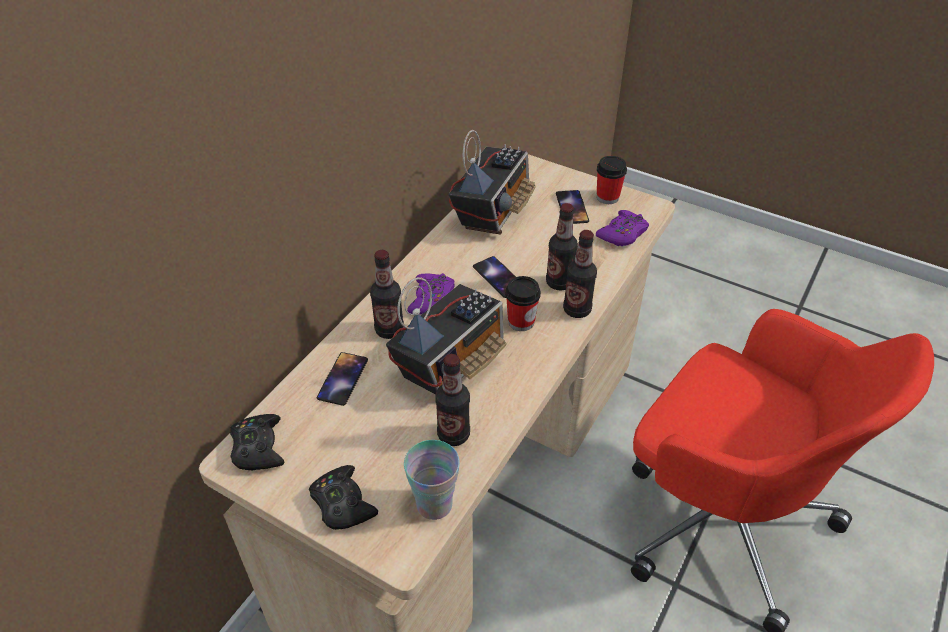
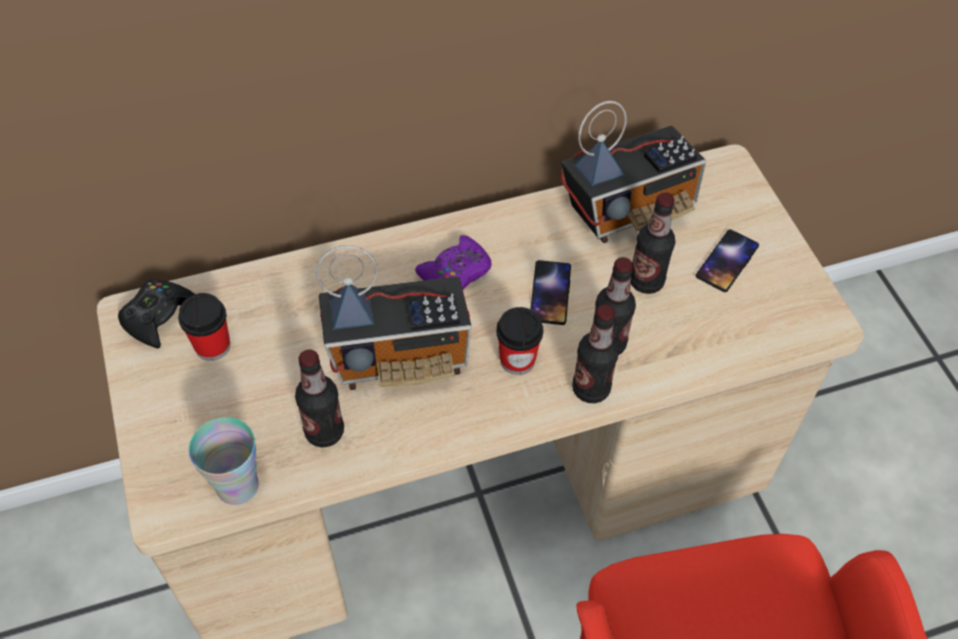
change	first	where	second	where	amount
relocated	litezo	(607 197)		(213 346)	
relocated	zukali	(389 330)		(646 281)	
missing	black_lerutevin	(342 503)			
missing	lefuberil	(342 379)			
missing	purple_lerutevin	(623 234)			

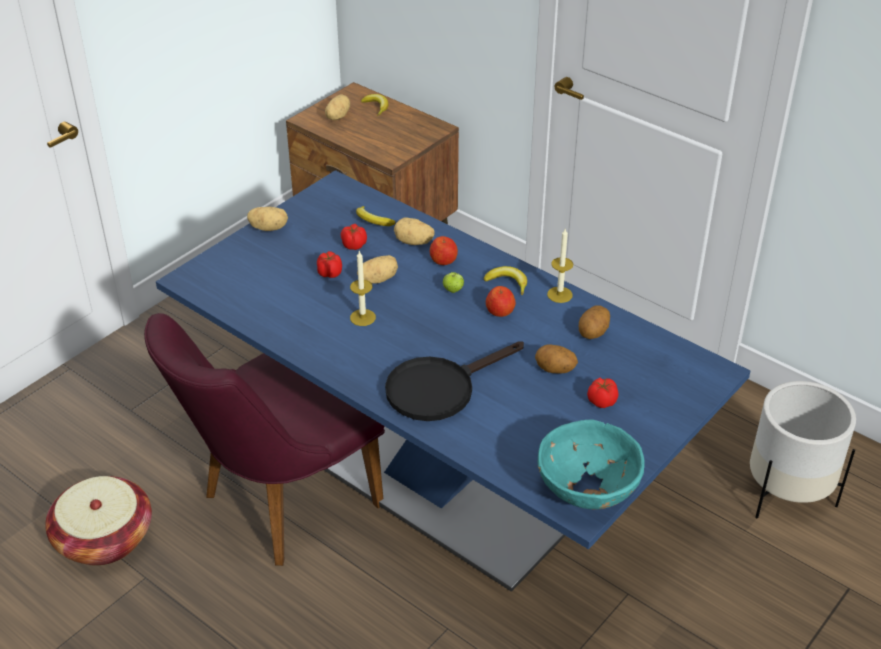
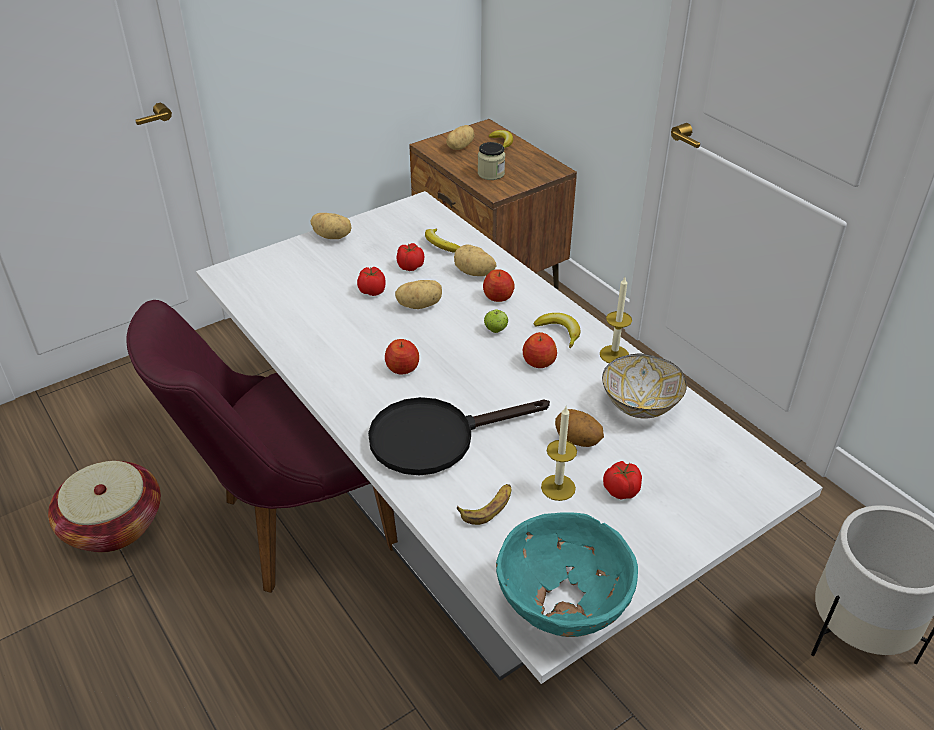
change	first	where	second	where	amount
colour	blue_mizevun	(440 478)	white_mizevun	(466 532)	
appeared			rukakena	(403 368)	
appeared			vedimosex	(487 507)	
appeared			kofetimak	(491 174)	
relocated	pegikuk	(362 317)		(558 487)	
exchanged	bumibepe	(593 333)	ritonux	(639 405)	

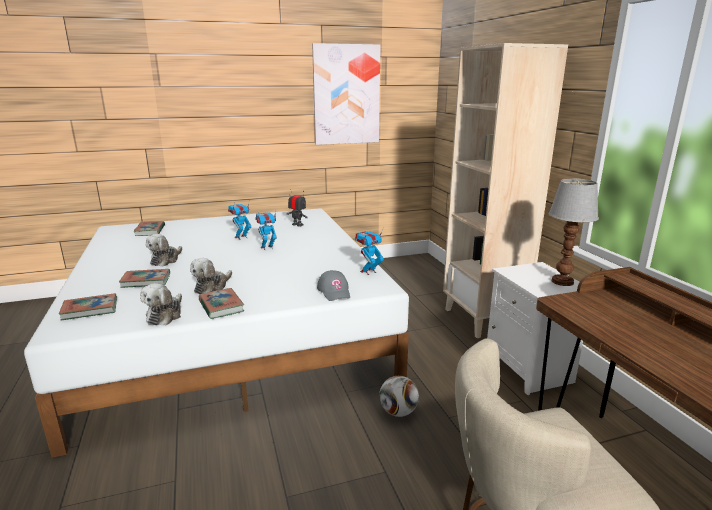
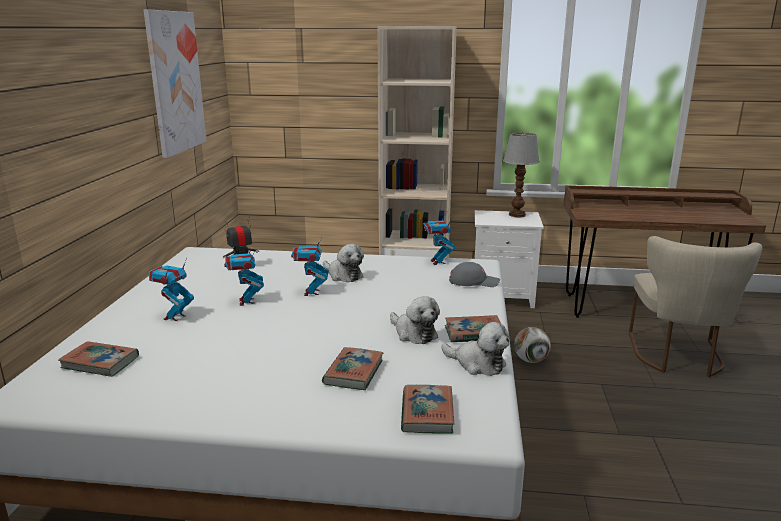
change	first	where	second	where	amount
appeared			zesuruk	(175 317)	
relocated	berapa	(166 260)		(343 275)	

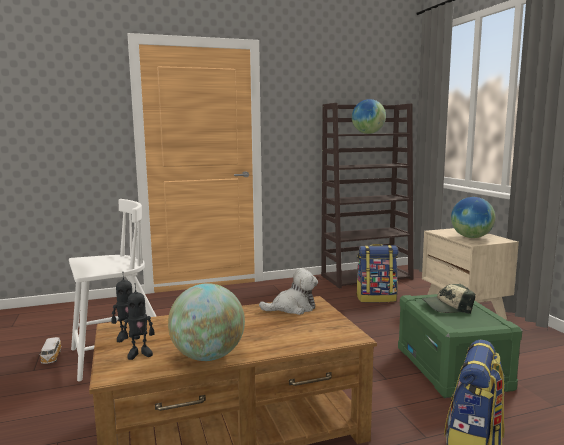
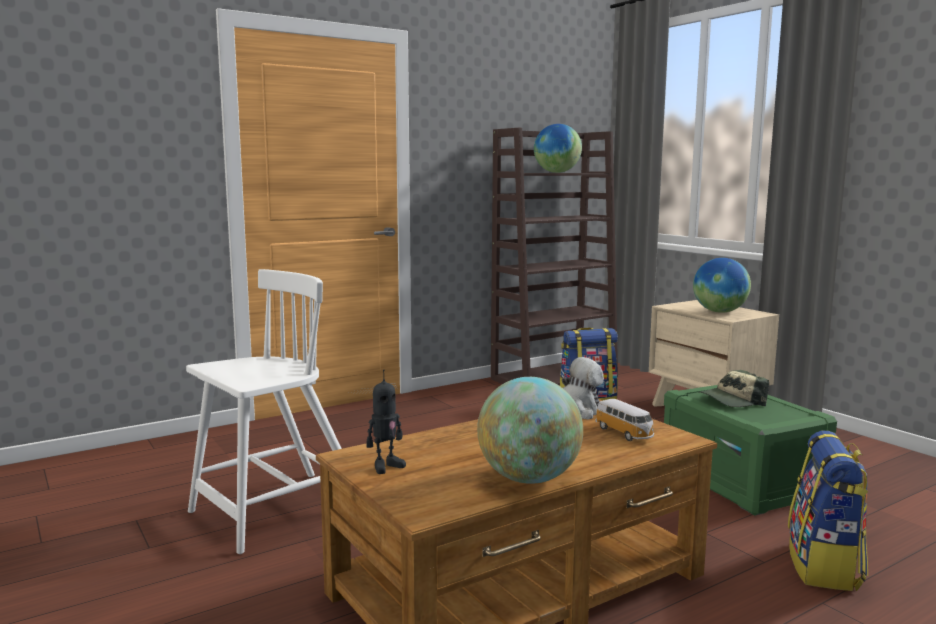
change	first	where	second	where	amount
relocated	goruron	(51 358)		(625 433)	
missing	zesuruk	(140 353)			

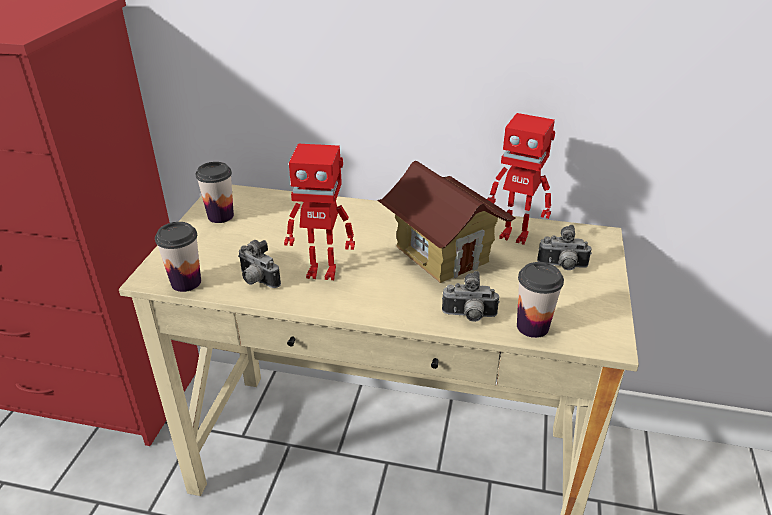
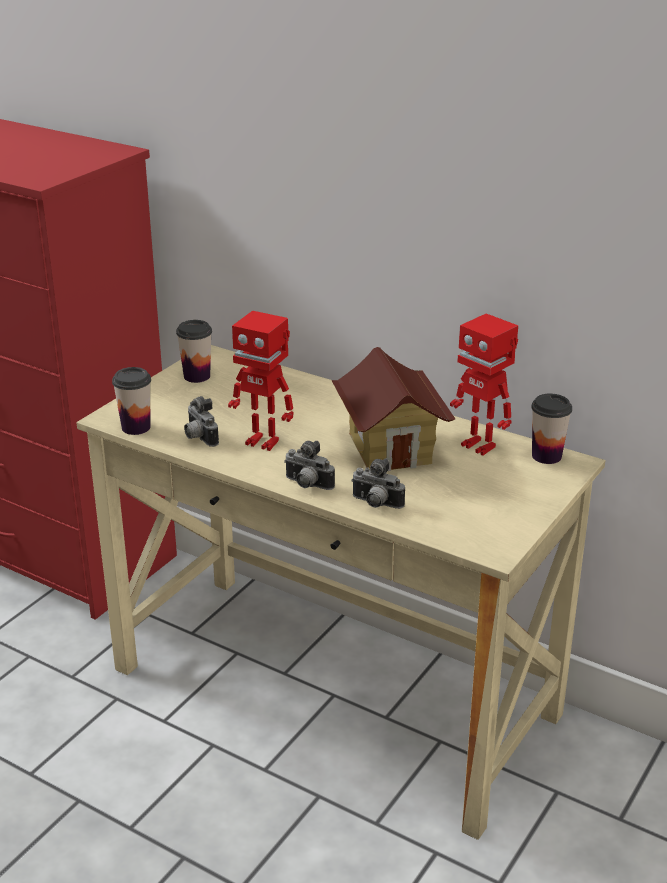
change	first	where	second	where	amount
relocated	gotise	(562 267)		(307 485)	
relocated	litezo	(532 326)		(546 456)	

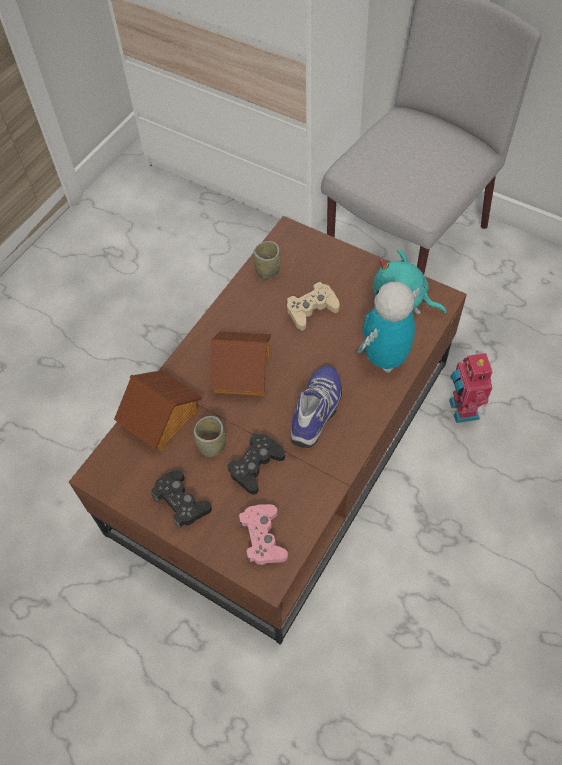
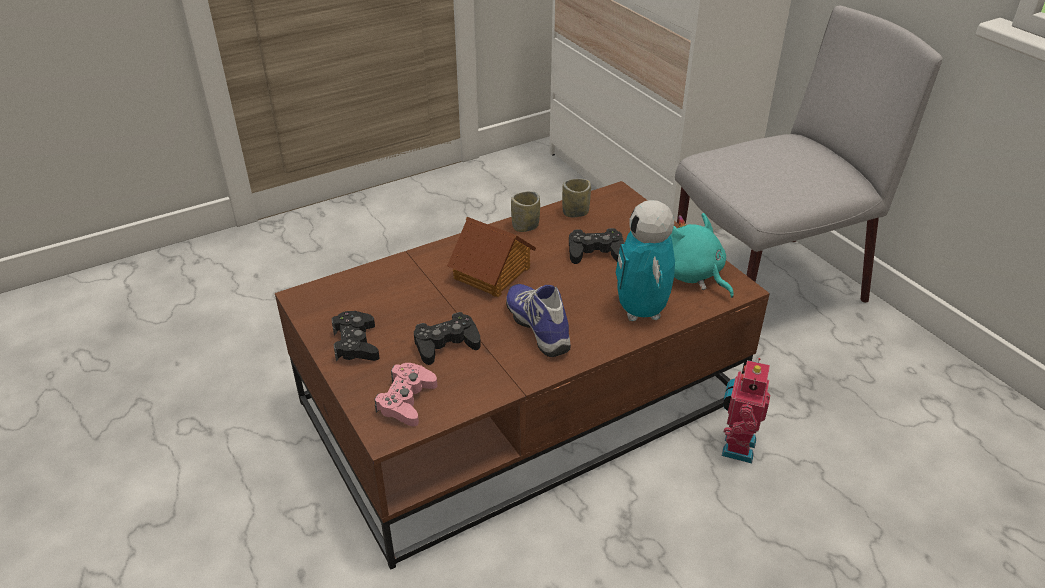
change	first	where	second	where	amount
spun	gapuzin	(318 411)		(540 327)	75 degrees counterclockwise
relocated	litezo	(212 445)		(525 226)	
colour	beige_lerutevin	(311 310)	black_lerutevin	(595 252)	
spun	zesuruk	(385 358)		(641 312)	75 degrees counterclockwise
missing	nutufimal	(162 418)			

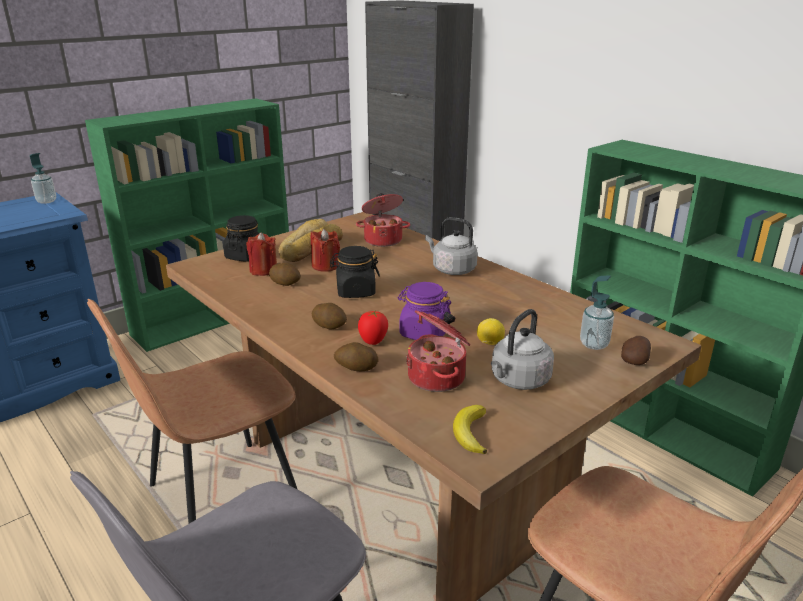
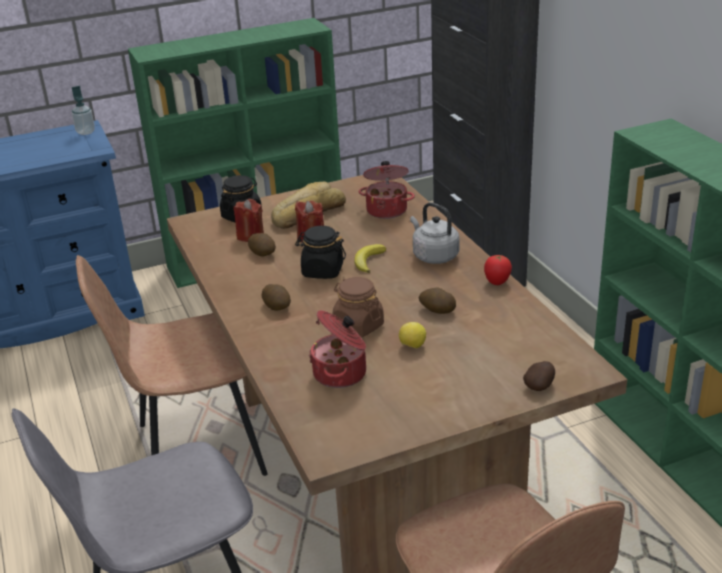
change	first	where	second	where	amount
colour	purple_kofetimak	(424 333)	brown_kofetimak	(358 326)	
relocated	vedimosex	(470 432)		(368 261)	
relocated	bumibepe	(356 368)		(437 310)	
relocated	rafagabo	(373 342)		(497 283)	
missing	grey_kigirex	(518 381)			
missing	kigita	(594 344)			

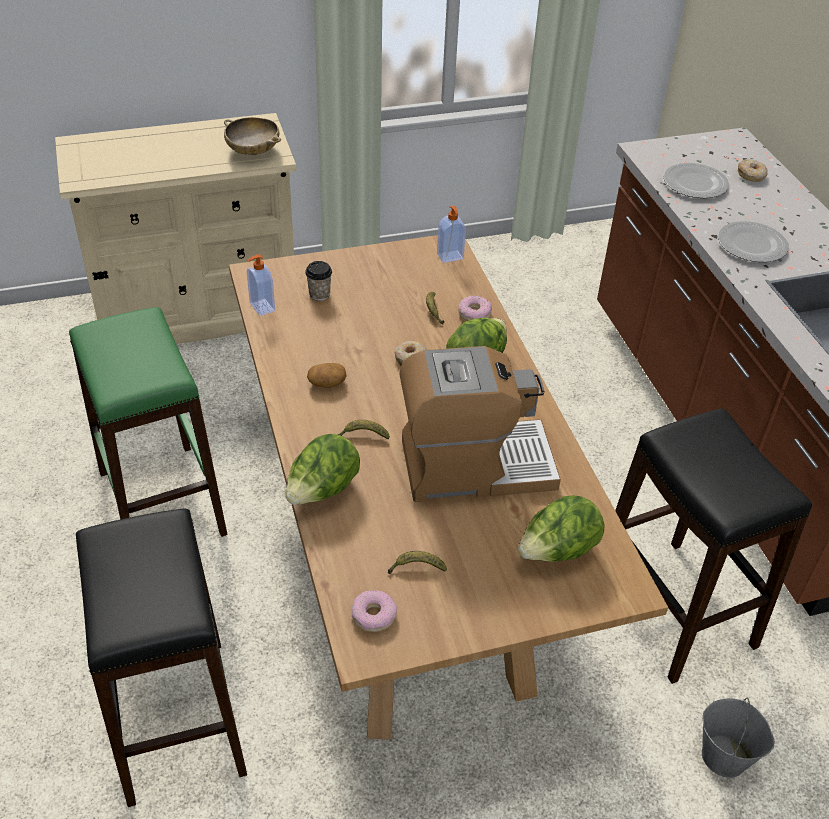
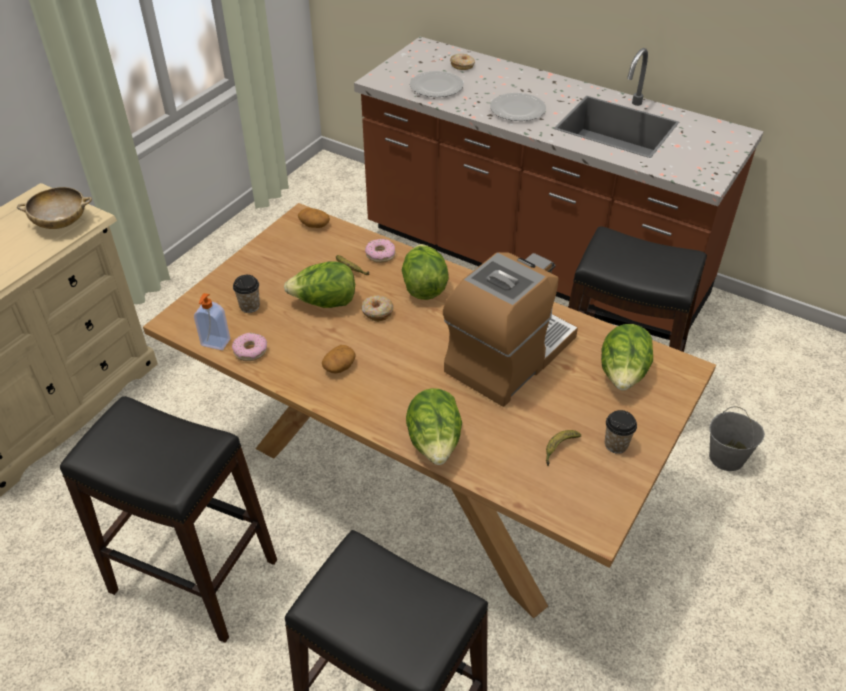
change	first	where	second	where	amount
colour	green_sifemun	(161 502)	black_sifemun	(193 576)	
relocated	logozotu	(374 615)		(250 351)	
appeared			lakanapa	(324 303)	
exchanged	kigita	(450 257)	bumibepe	(314 225)	
appeared			litezo	(616 444)	
missing	vedimosex	(363 435)			

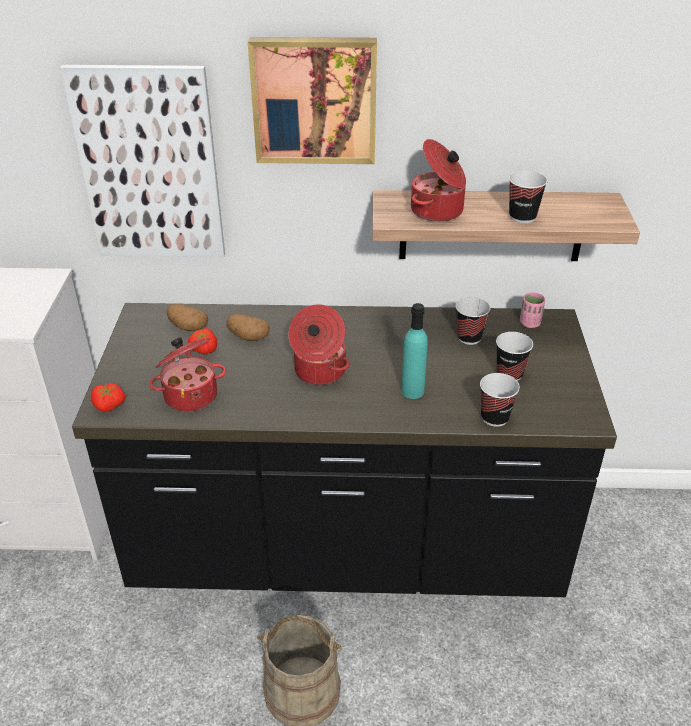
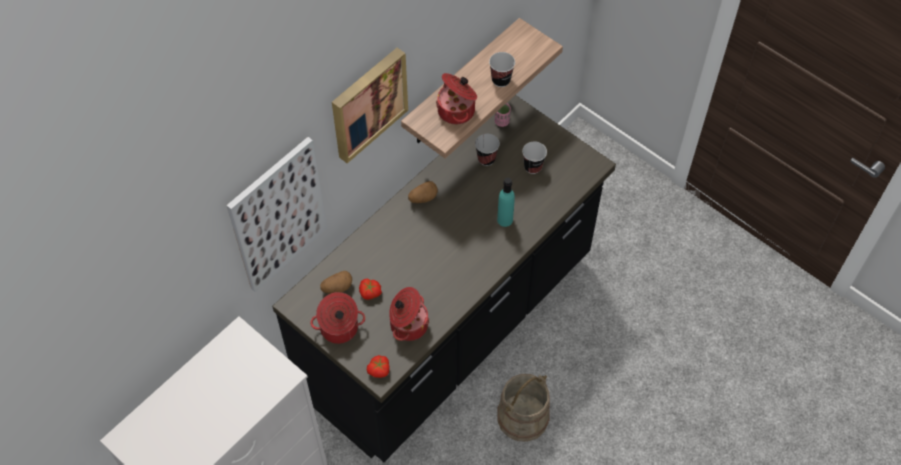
change	first	where	second	where	amount
relocated	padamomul	(319 371)		(339 329)	
relocated	bumibepe	(248 337)		(423 198)	
missing	litezo	(494 417)			

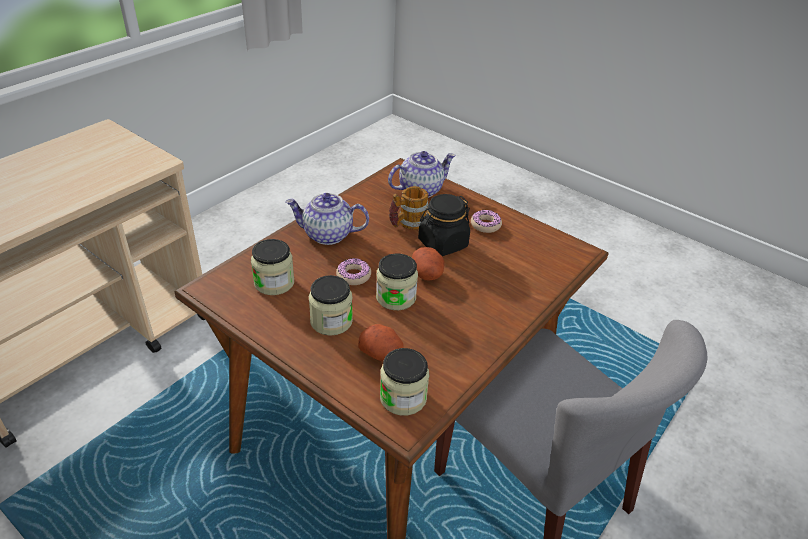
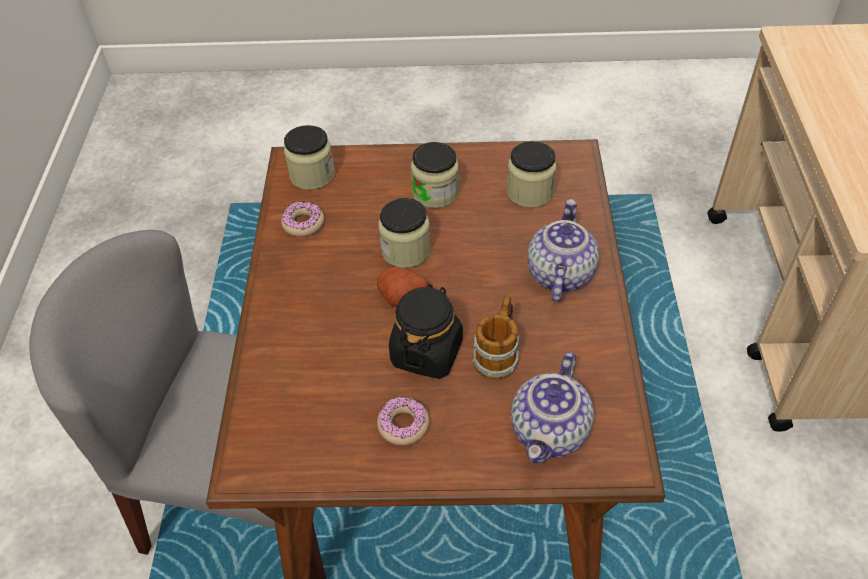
change	first	where	second	where	amount
relocated	logozotu	(353 275)		(303 224)	
spun	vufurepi	(327 235)		(559 273)	45 degrees counterclockwise
missing	bumibepe	(381 353)			

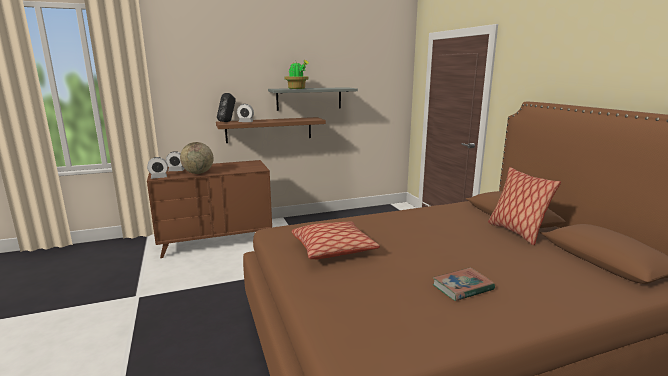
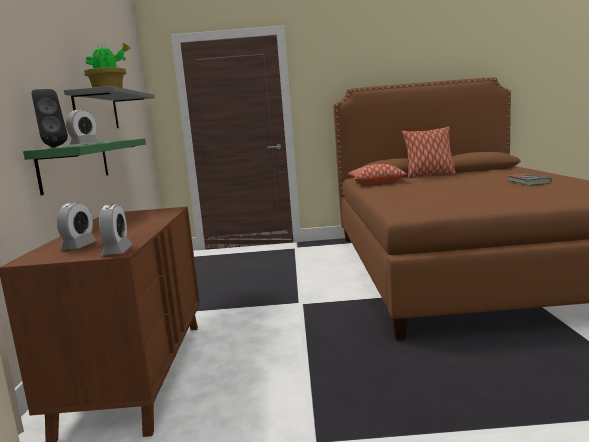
change	first	where	second	where	amount
colour	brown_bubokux	(269 129)	green_bubokux	(75 164)	
relocated	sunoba	(333 249)		(376 182)	
missing	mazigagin	(198 173)			

